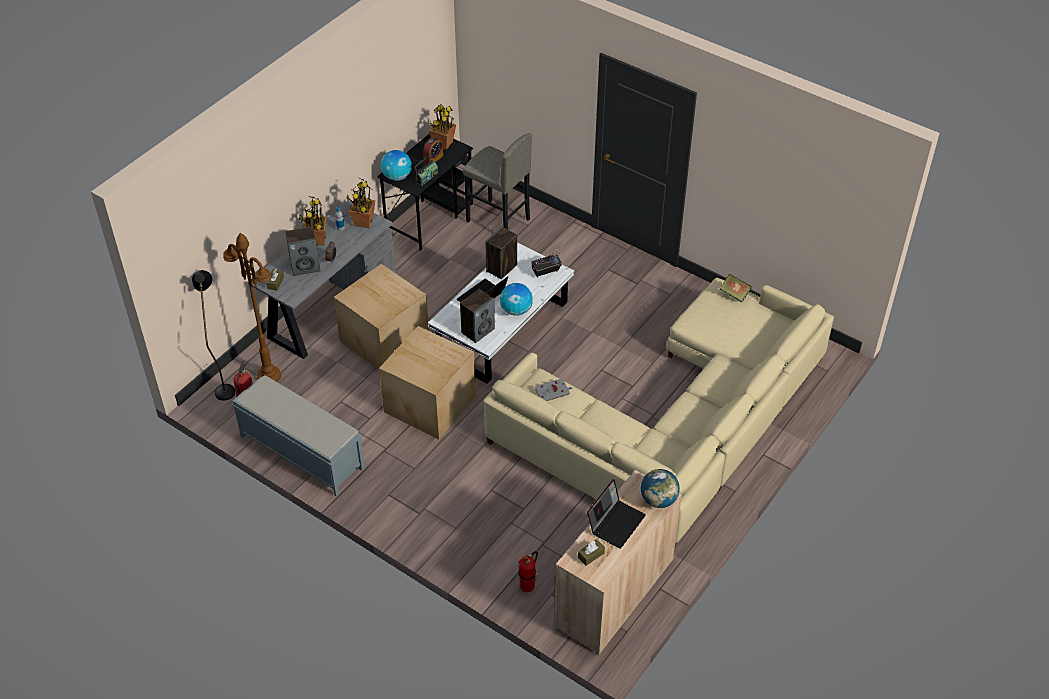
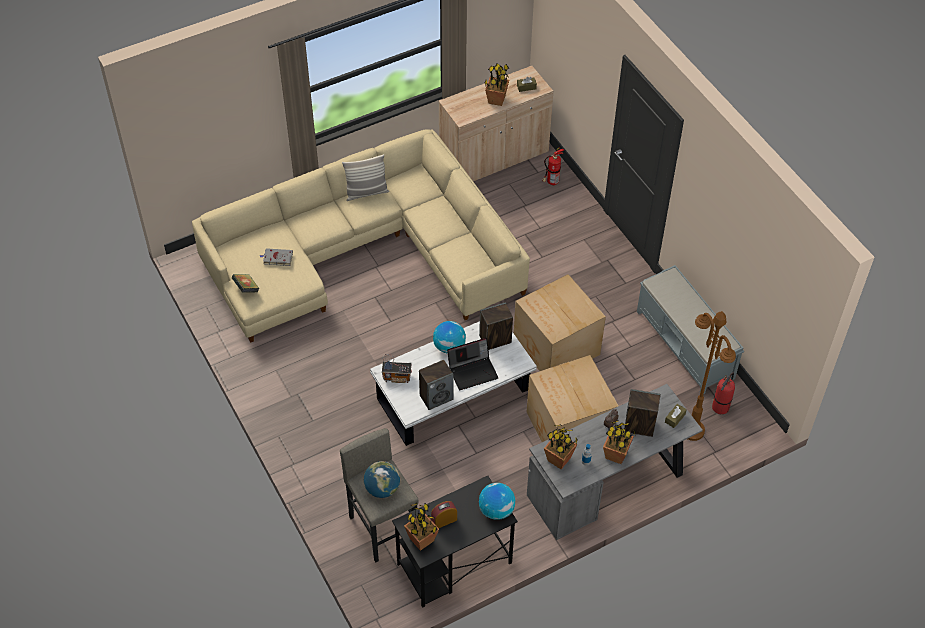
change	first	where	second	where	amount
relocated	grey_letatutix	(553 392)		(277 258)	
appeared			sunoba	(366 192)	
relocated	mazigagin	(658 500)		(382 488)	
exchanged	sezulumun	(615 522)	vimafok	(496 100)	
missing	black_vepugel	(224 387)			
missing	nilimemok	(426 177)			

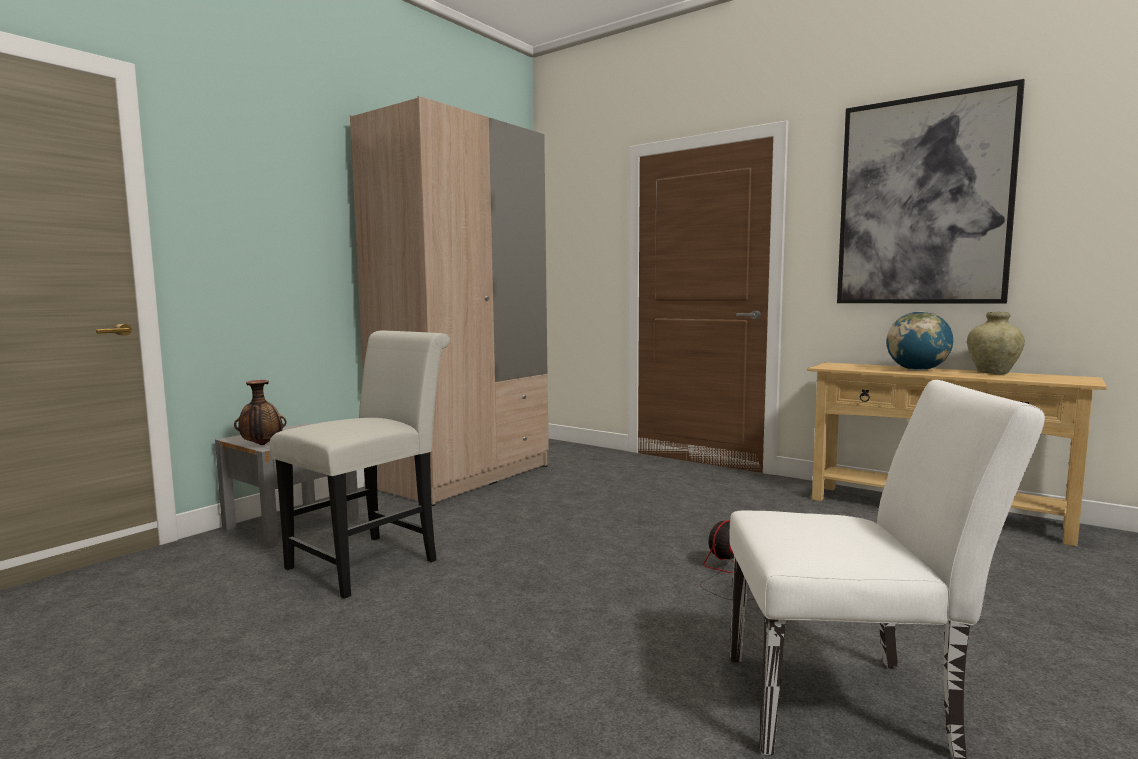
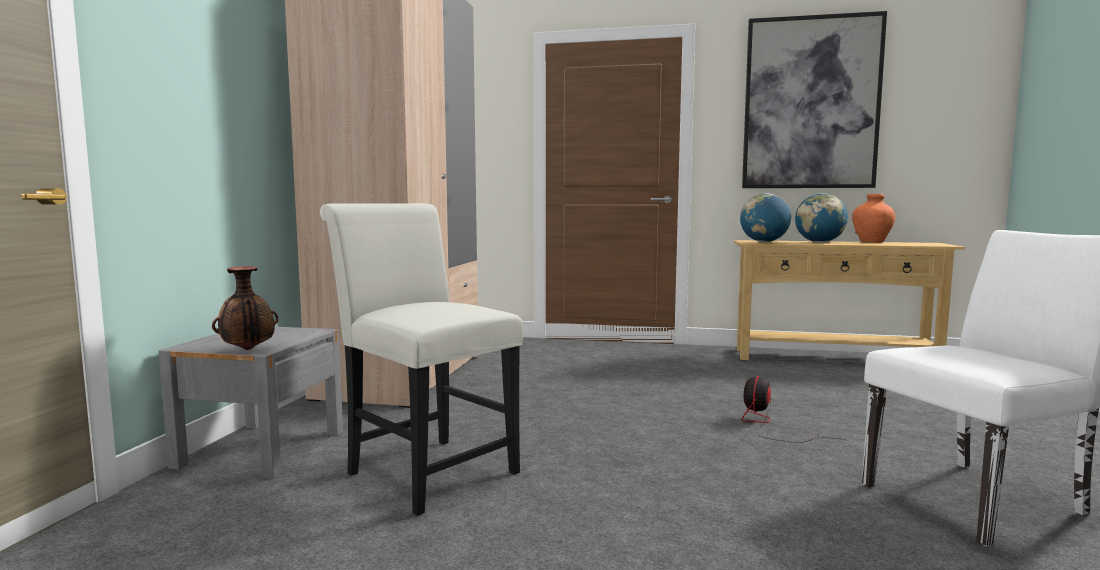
change	first	where	second	where	amount
spun	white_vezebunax	(371 561)		(425 469)	60 degrees counterclockwise
appeared			mazigagin	(764 242)	
colour	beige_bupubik	(992 372)	orange_bupubik	(871 242)	

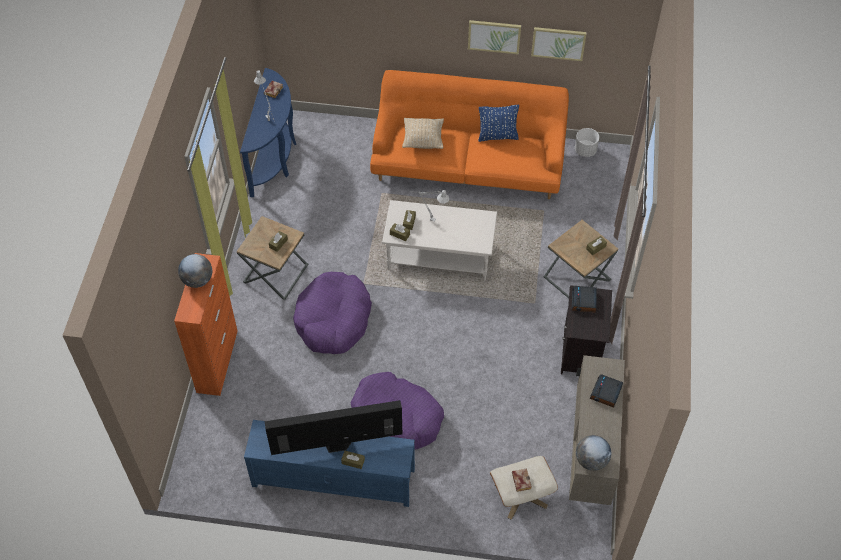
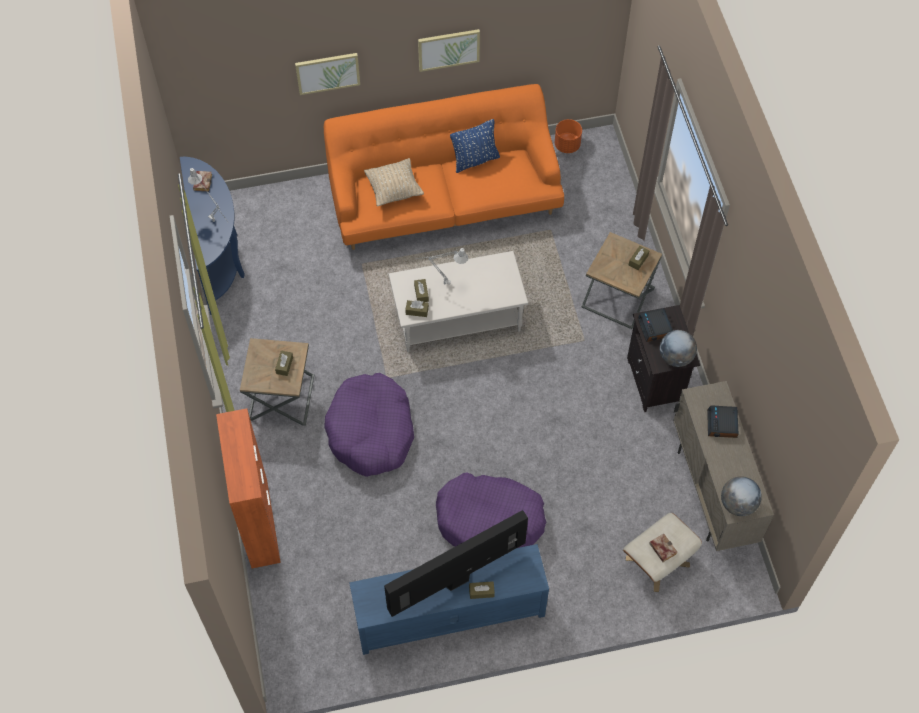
change	first	where	second	where	amount
relocated	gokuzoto	(558 43)		(327 72)	
colour	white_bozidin	(585 150)	orange_bozidin	(567 145)	
relocated	mazigagin	(197 280)		(675 357)	

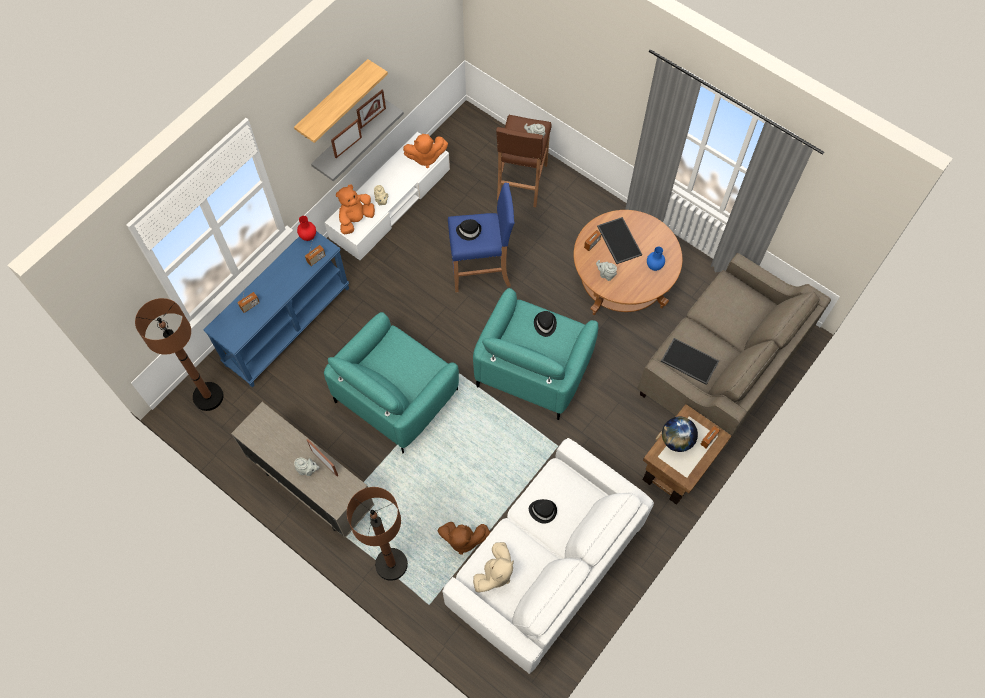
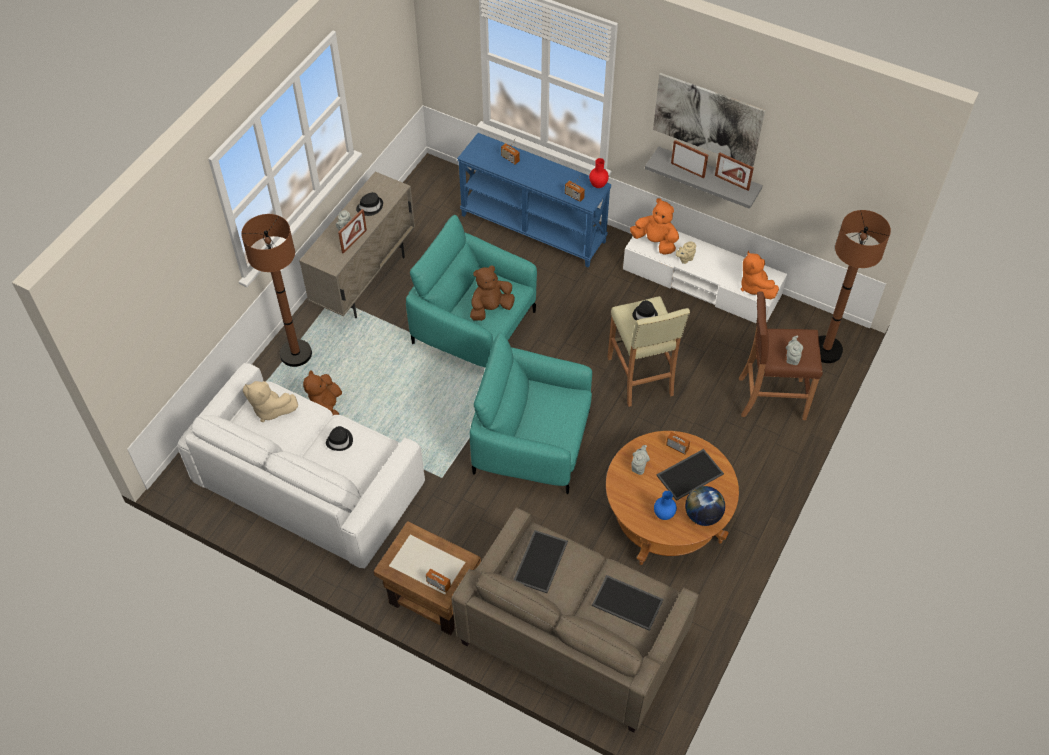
change	first	where	second	where	amount
relocated	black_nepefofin	(545 324)		(370 207)	
appeared			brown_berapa	(490 308)	
appeared			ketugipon	(628 602)	
colour	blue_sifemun	(481 271)	beige_sifemun	(640 377)	
exchanged	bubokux	(333 101)	gokuzoto	(707 119)	
relocated	mazigagin	(676 440)		(702 515)	
relocated	brown_vepugel	(208 397)		(826 350)	

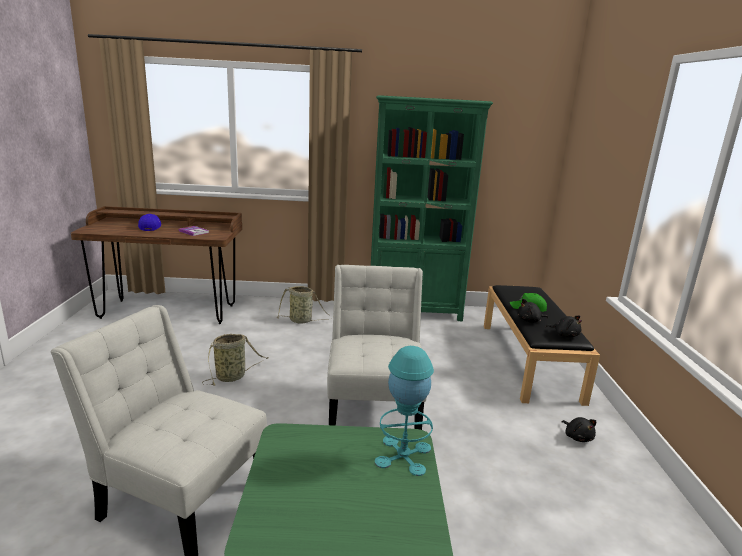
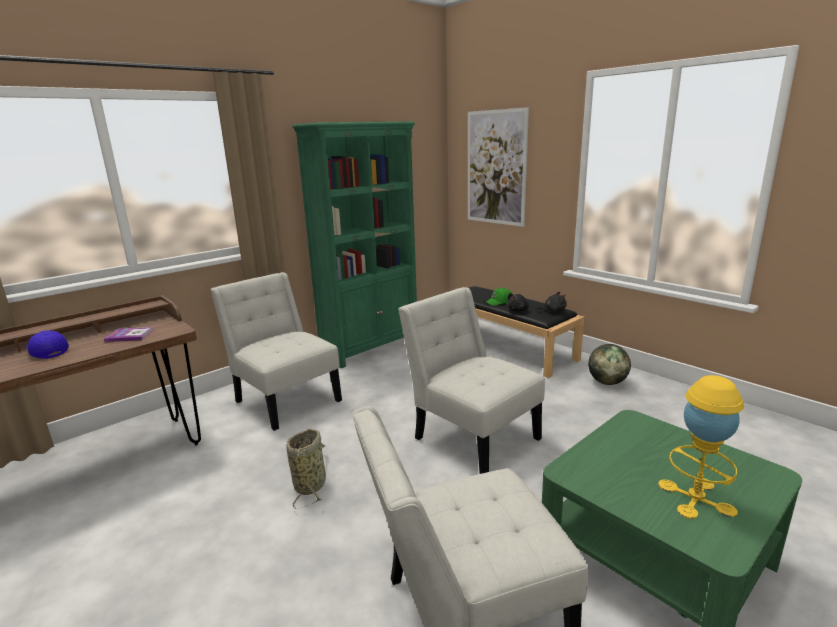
change	first	where	second	where	amount
exchanged	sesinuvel	(302 321)	white_vezebunax	(285 399)	
appeared			gokuzoto	(496 168)	
exchanged	black_berapa	(577 437)	mazigagin	(607 382)	
appeared			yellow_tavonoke	(696 498)	
missing	turquoise_tavonoke	(403 455)			

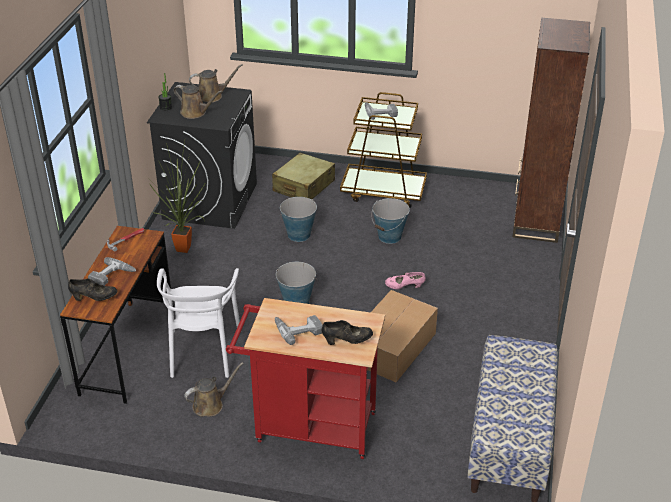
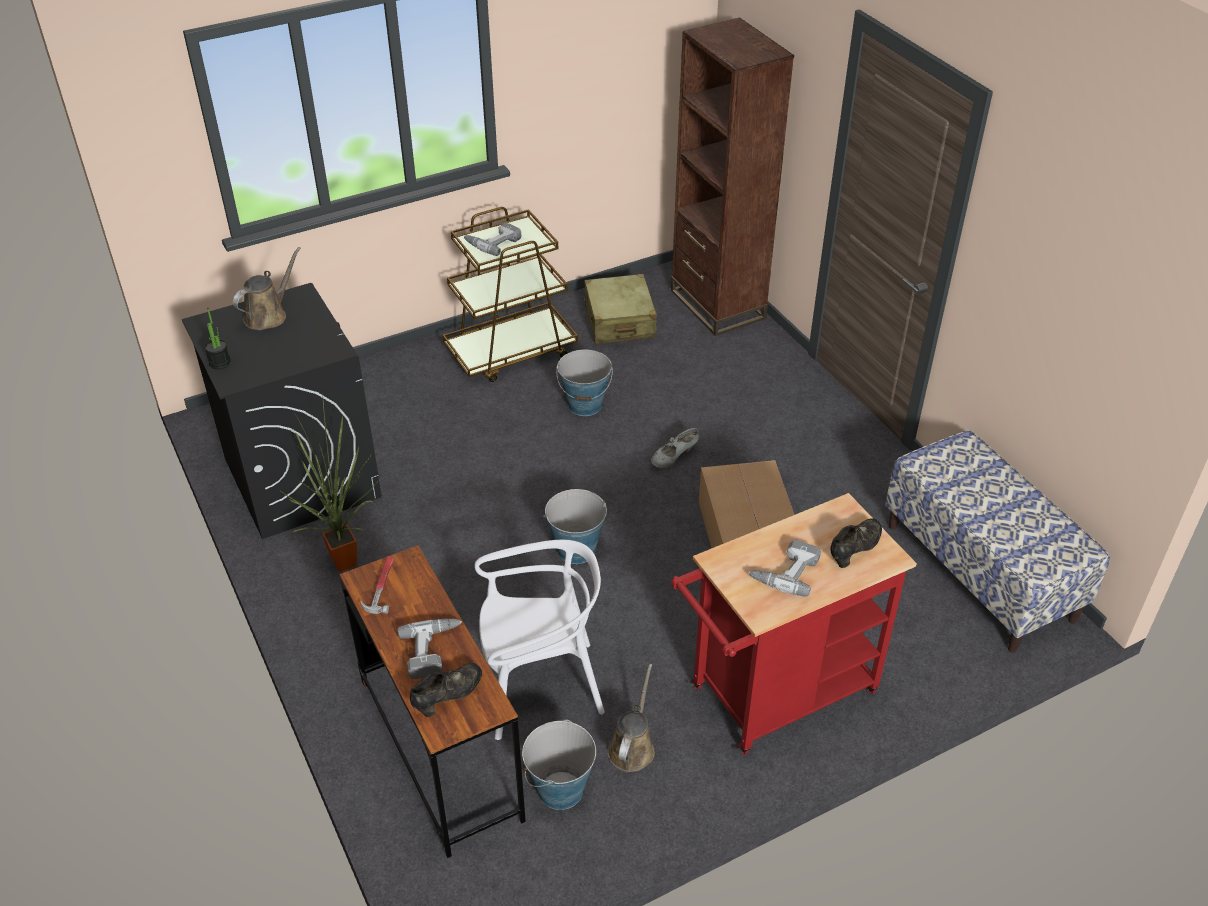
change	first	where	second	where	amount
spun	white_vezebunax	(203 352)		(540 686)	60 degrees counterclockwise
relocated	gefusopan	(298 235)		(560 790)	
relocated	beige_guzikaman	(303 186)		(619 321)	
colour	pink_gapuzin	(404 287)	grey_gapuzin	(674 458)	
missing	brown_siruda	(195 113)			

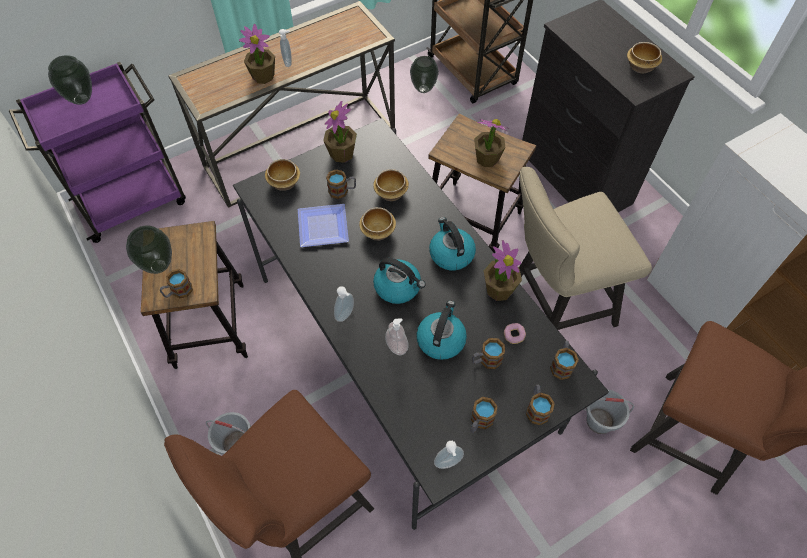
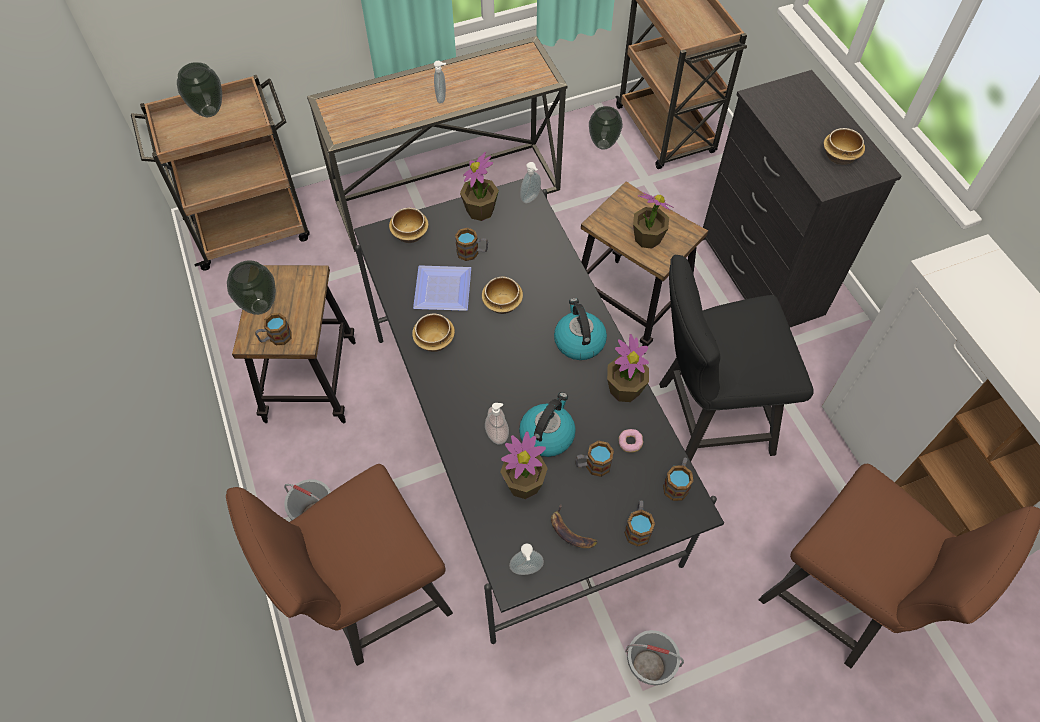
change	first	where	second	where	amount
colour	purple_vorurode	(134 201)	brown_vorurode	(253 229)	
relocated	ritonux	(391 193)		(435 342)	
relocated	vimafok	(263 76)		(524 483)	
relocated	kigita	(346 315)		(531 199)	
exchanged	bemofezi	(479 422)	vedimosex	(570 531)	
relocated	grey_gefusopan	(599 421)		(648 667)	
colour	beige_vezebunax	(554 304)	black_vezebunax	(705 418)	
missing	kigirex	(398 287)			

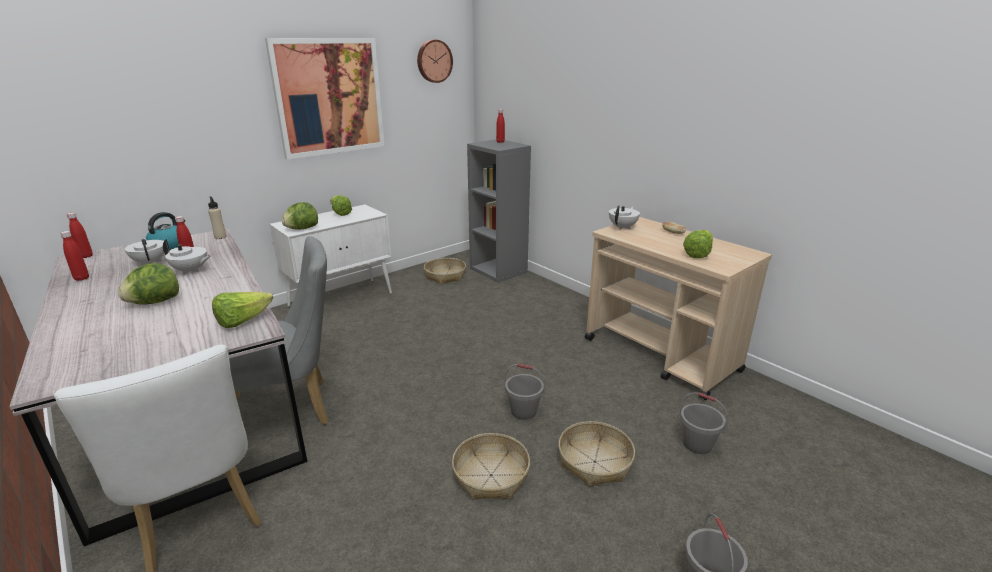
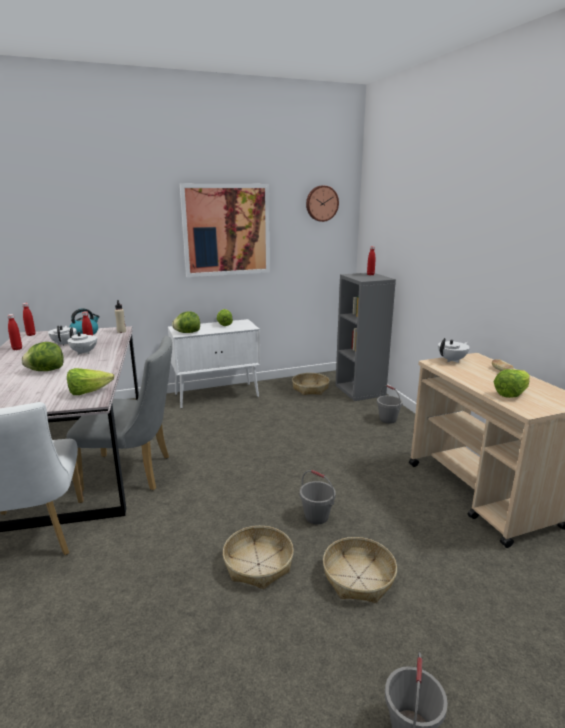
change	first	where	second	where	amount
relocated	grey_gefusopan	(697 444)		(388 419)	

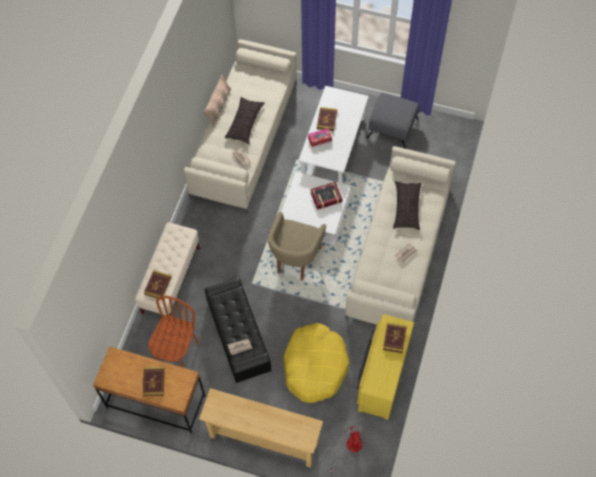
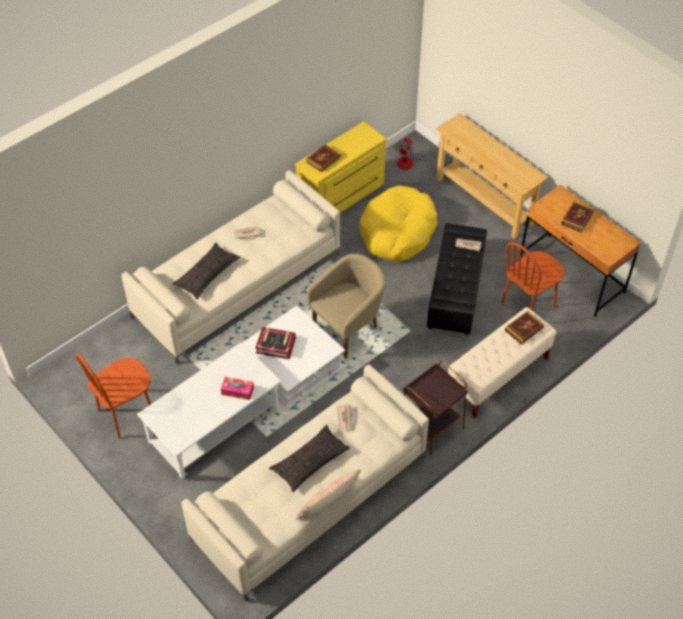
change	first	where	second	where	amount
exchanged	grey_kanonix	(392 128)	brown_vezebunax	(126 413)	
appeared			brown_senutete	(430 427)	
missing	letatutix	(326 120)			

